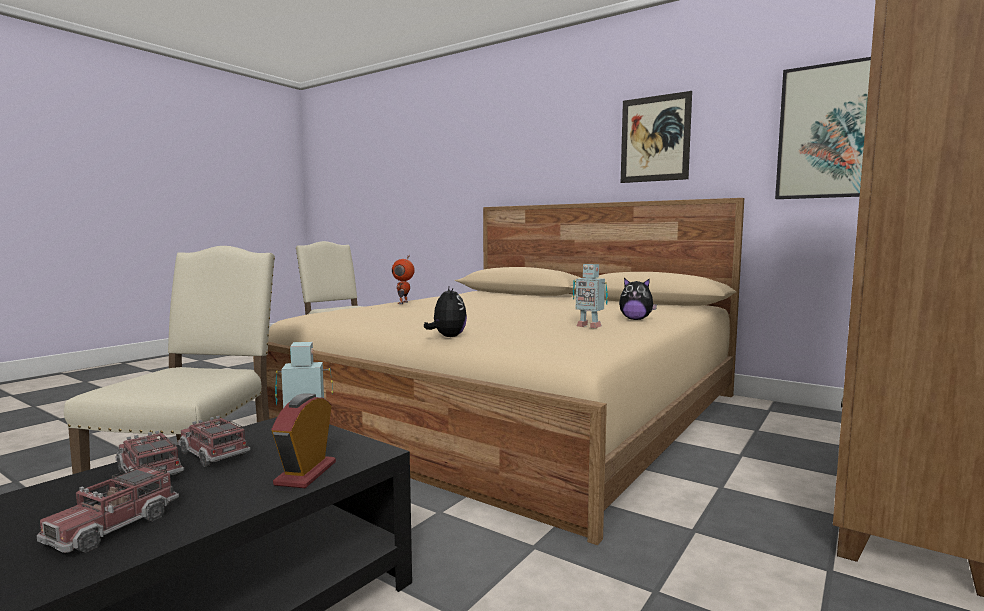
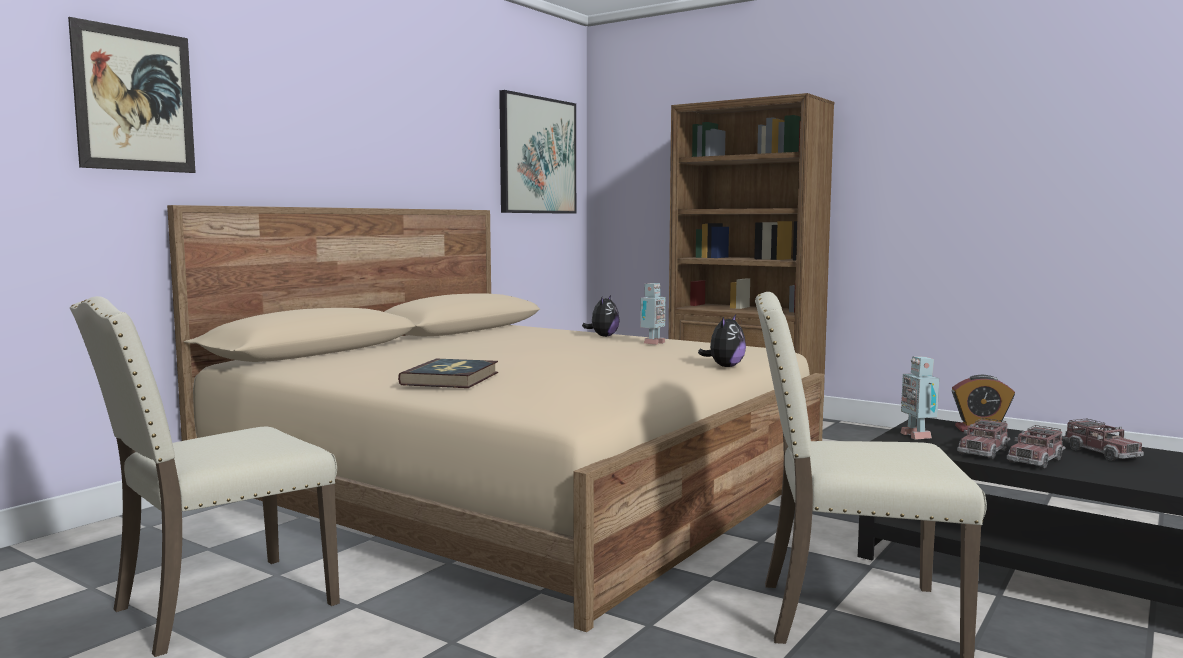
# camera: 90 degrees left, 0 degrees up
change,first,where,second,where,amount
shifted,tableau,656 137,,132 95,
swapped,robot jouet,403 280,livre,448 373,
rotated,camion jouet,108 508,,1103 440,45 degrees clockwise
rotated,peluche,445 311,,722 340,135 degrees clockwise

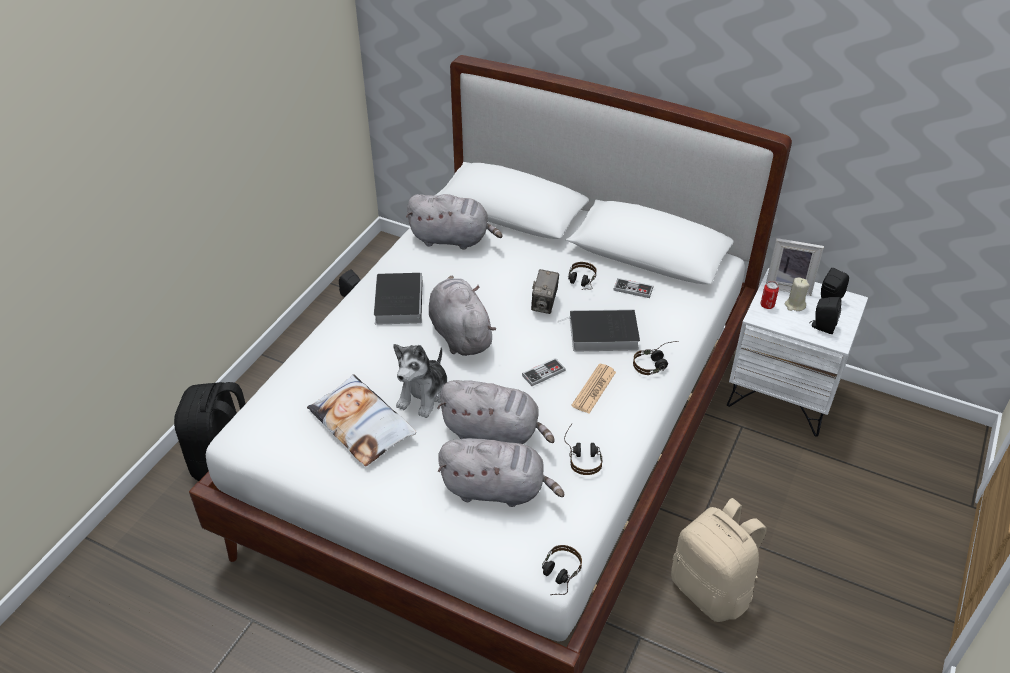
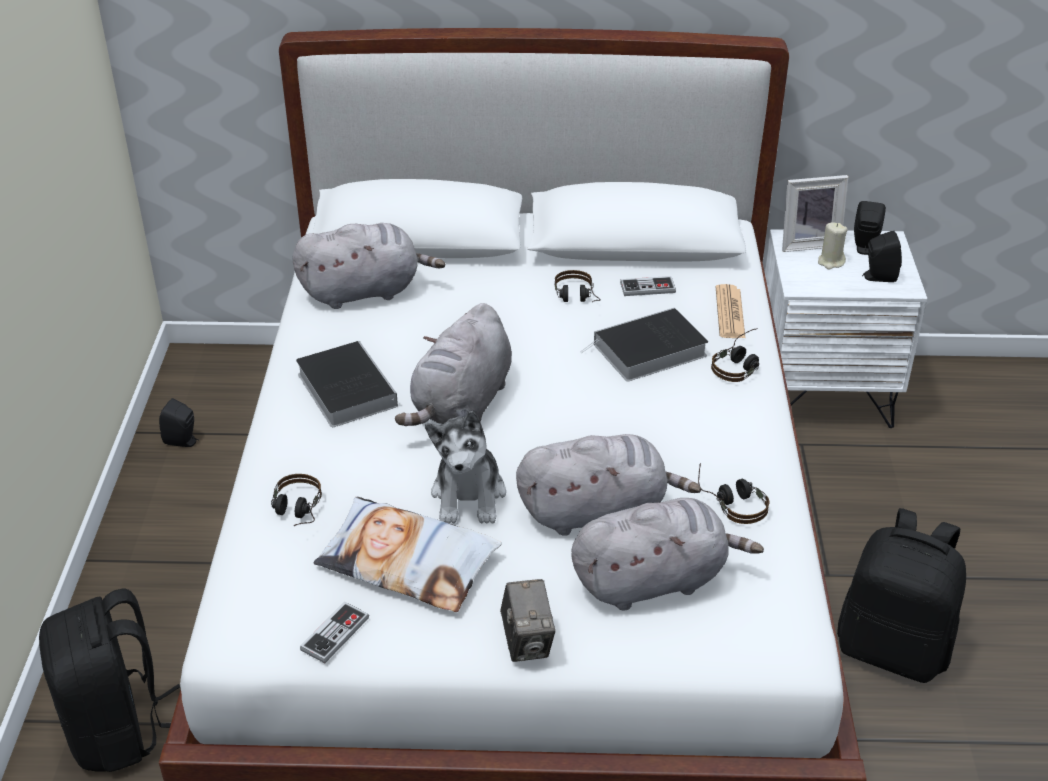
# camera: 25 degrees left, 5 degrees down
change,first,where,second,where,amount
gone,boîte métallique,769 295,,,
shifted,manette,544 372,,334 632,
shifted,appareil photo,545 291,,528 620,
shifted,casque audio,562 570,,296 500,
shifted,journal,593 389,,730 311,
repainted,sac à dos/beige,719 560,sac à dos/noir,901 595,
rotated,peluche/gris,462 316,,453 364,105 degrees counterclockwise

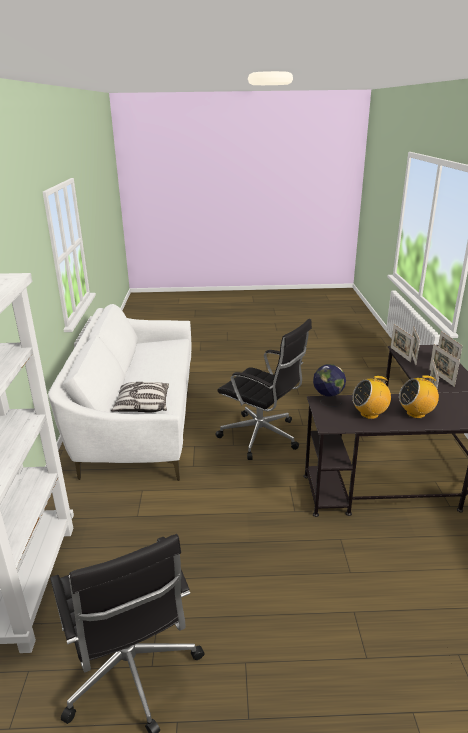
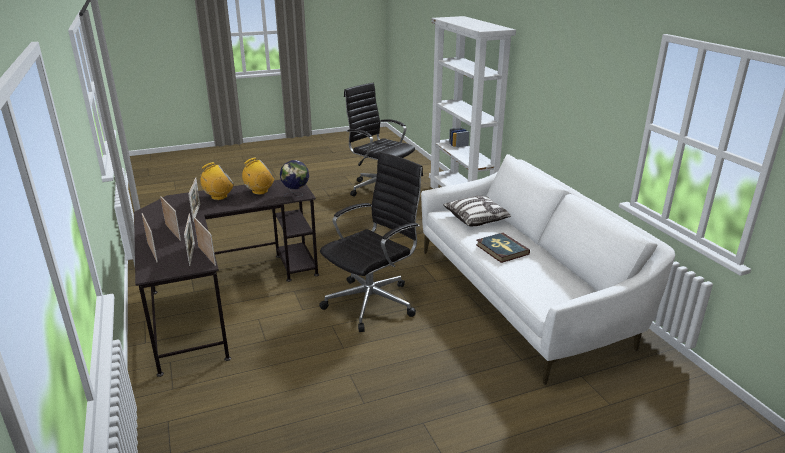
# camera: 160 degrees right, 0 degrees up
change,first,where,second,where,amount
new,,,livre,503 248,
rotated,chaise de bureau/noir,263 389,,371 242,120 degrees clockwise

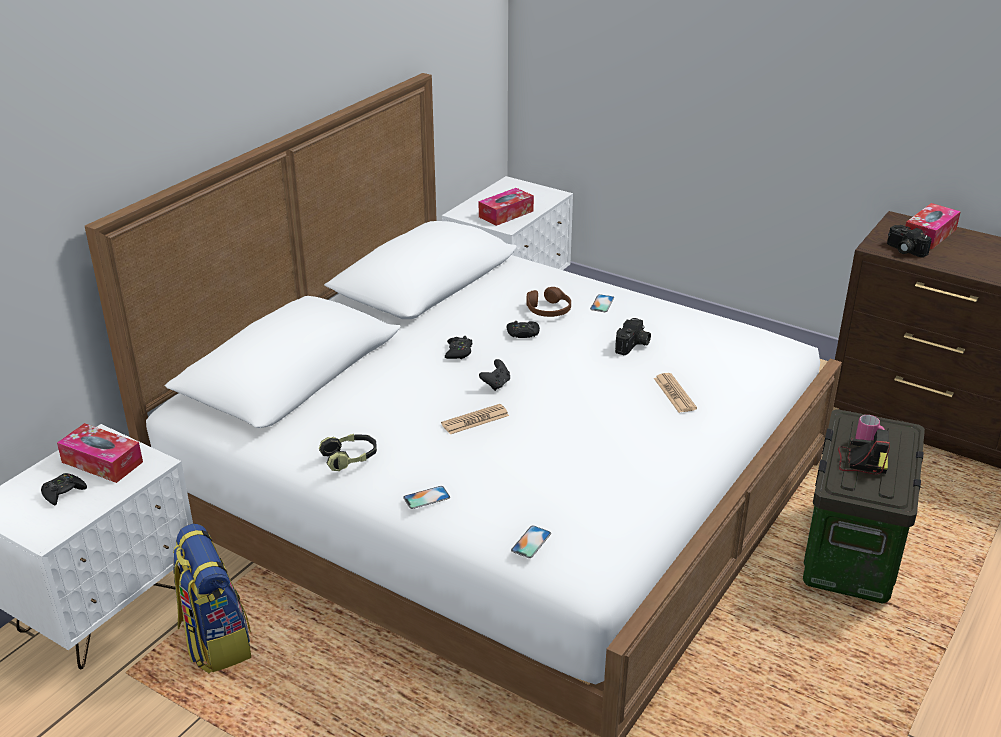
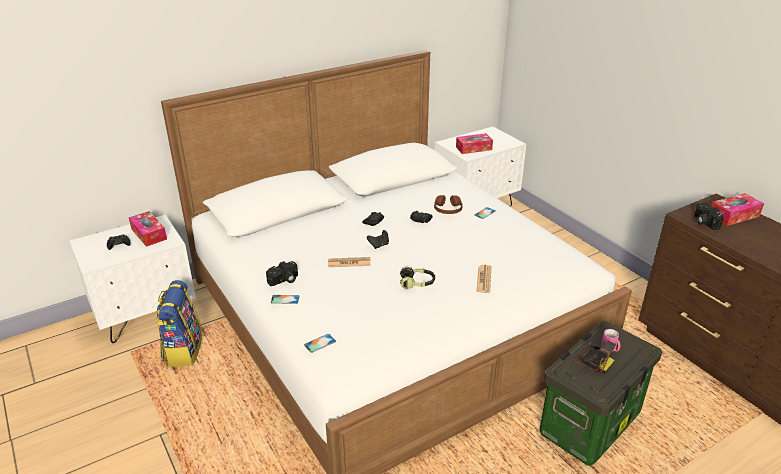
# camera: 25 degrees right, 0 degrees up
change,first,where,second,where,amount
shifted,casque audio,348 452,,417 278,
shifted,appareil photo,633 336,,282 273,

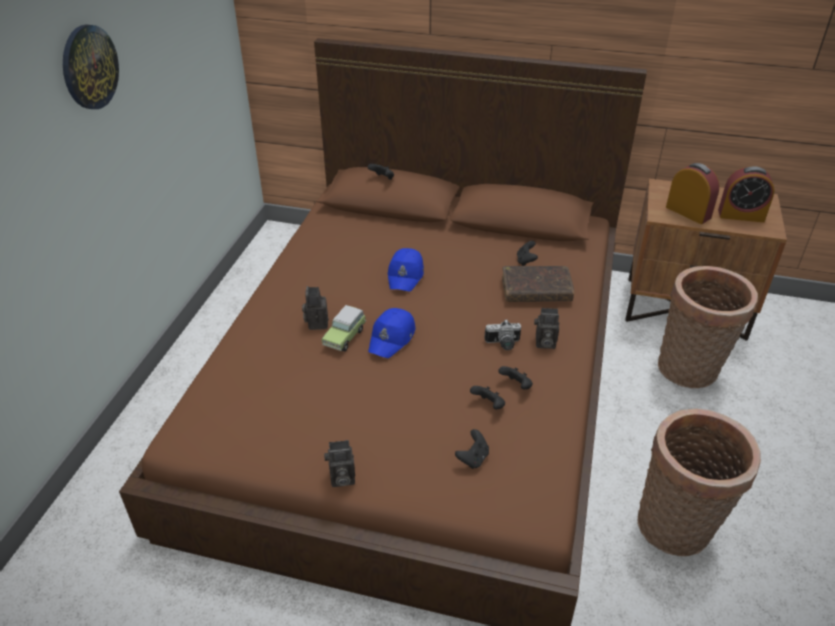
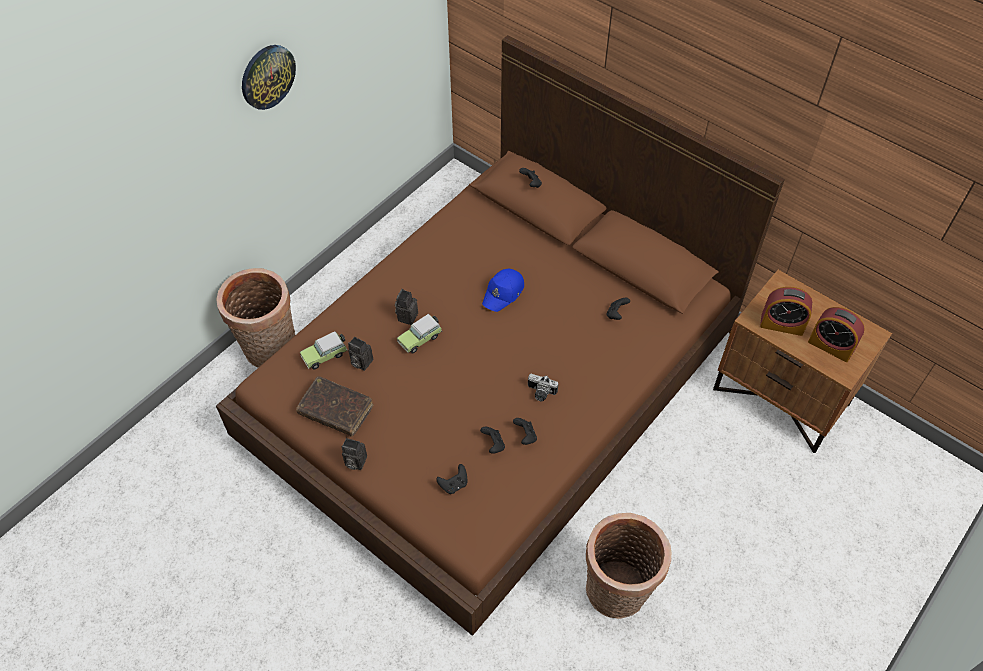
# camera: 25 degrees right, 15 degrees up
change,first,where,second,where,amount
gone,casquette/bleu,392 333,,,
new,,,petite voiture,323 350,
shifted,livre/marron,538 284,,335 406,
shifted,appareil photo,547 328,,360 354,
shifted,panier,708 327,,255 318,
rotated,réveil,693 193,,786 311,120 degrees clockwise

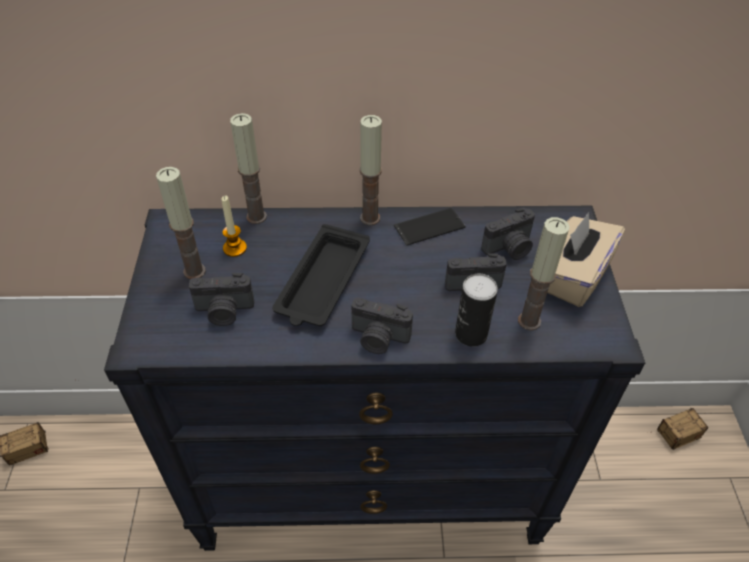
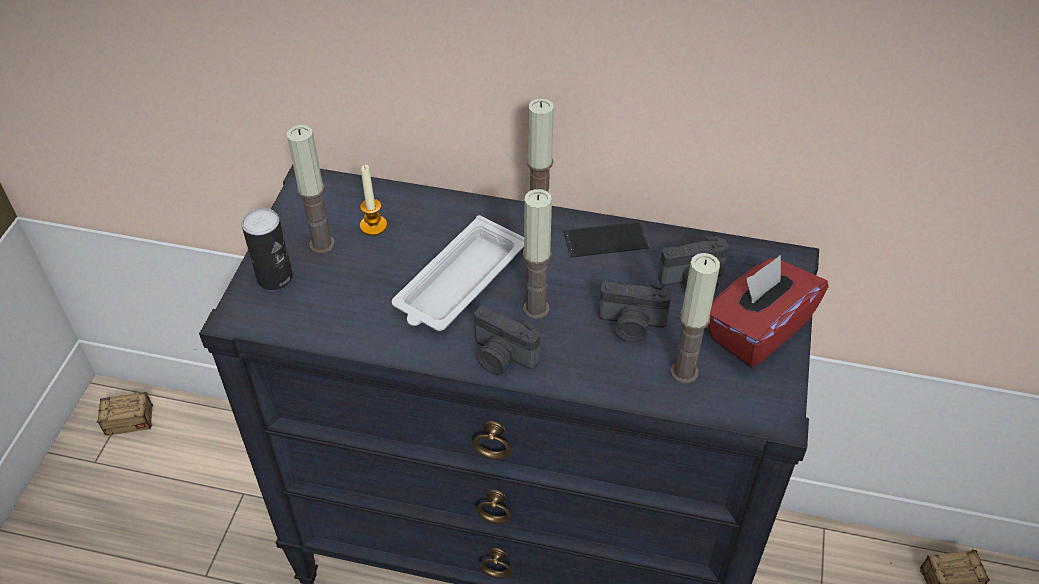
# camera: 15 degrees right, 0 degrees up
change,first,where,second,where,amount
gone,appareil photo,221 299,,,
shifted,bougie,248 168,,537 254,
shifted,boîte métallique,476 310,,267 249,
repainted,plateau/noir,321 275,plateau/blanc,458 273,
repainted,boîte à mouchoirs/beige,586 259,boîte à mouchoirs/rouge,768 311,

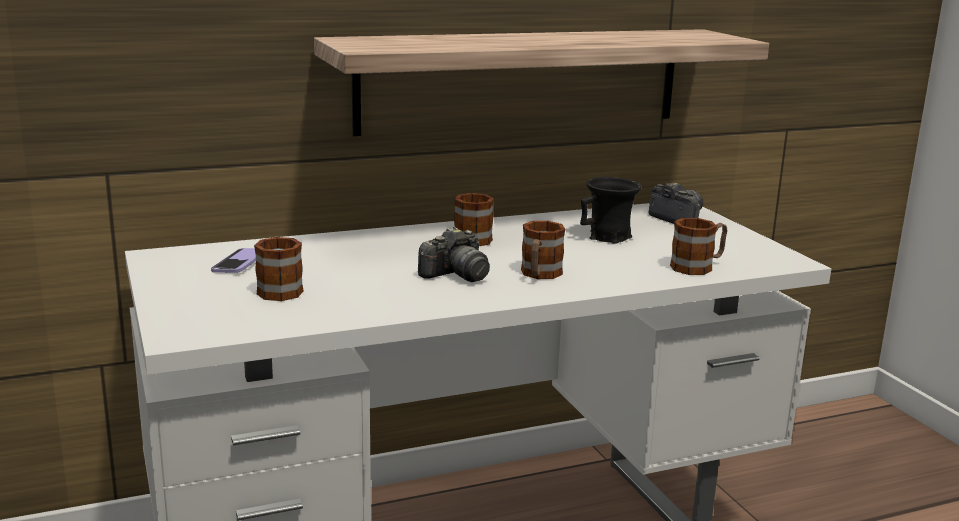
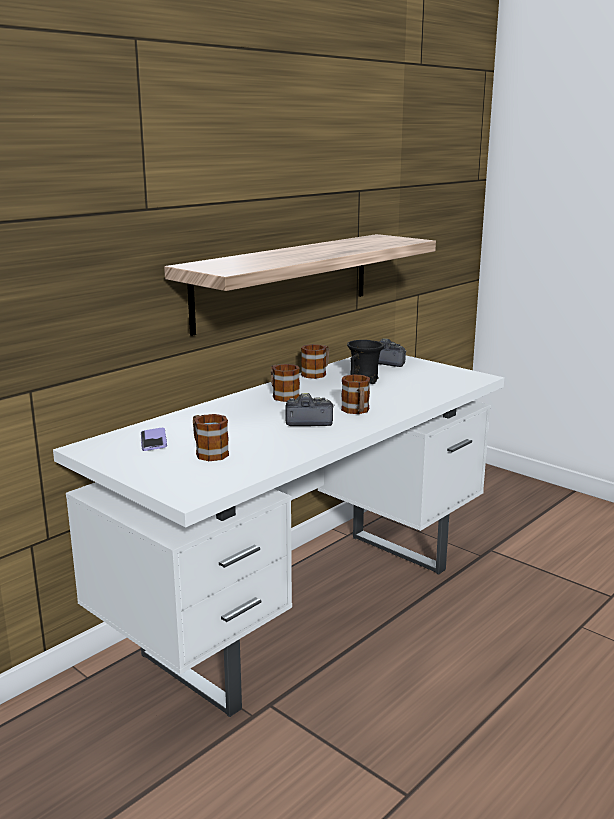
# camera: 25 degrees left, 0 degrees up
change,first,where,second,where,amount
shifted,mug,698 246,,315 361,
rotated,appareil photo,454 254,,309 409,120 degrees counterclockwise

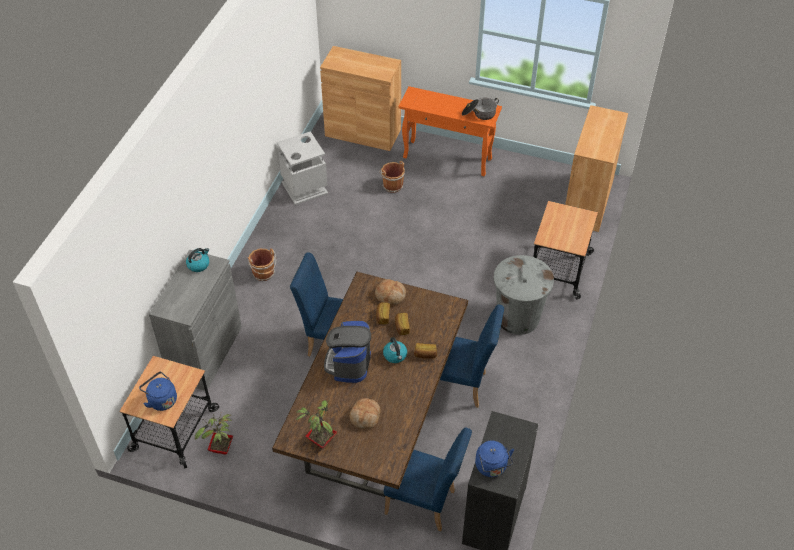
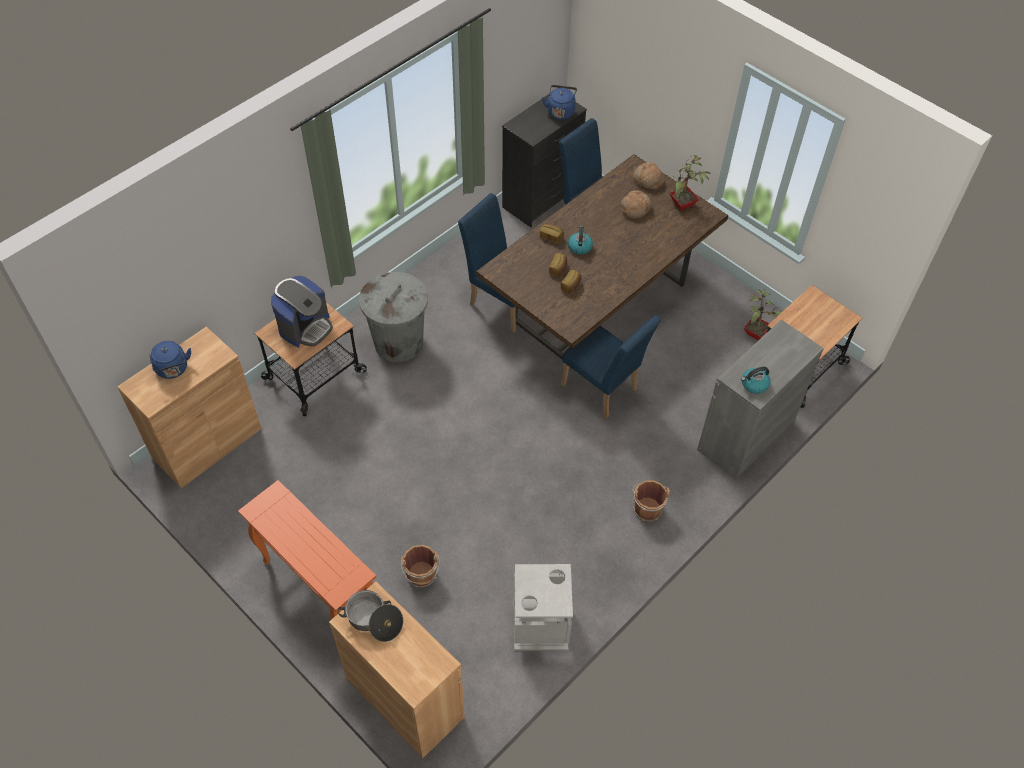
# camera: 155 degrees left, 5 degrees up
change,first,where,second,where,amount
shifted,bouilloire/bleu,158 391,,170 360,
shifted,machine à café,347 352,,302 312,
shifted,pain,390 292,,648 175,
shifted,marmite,480 109,,370 616,

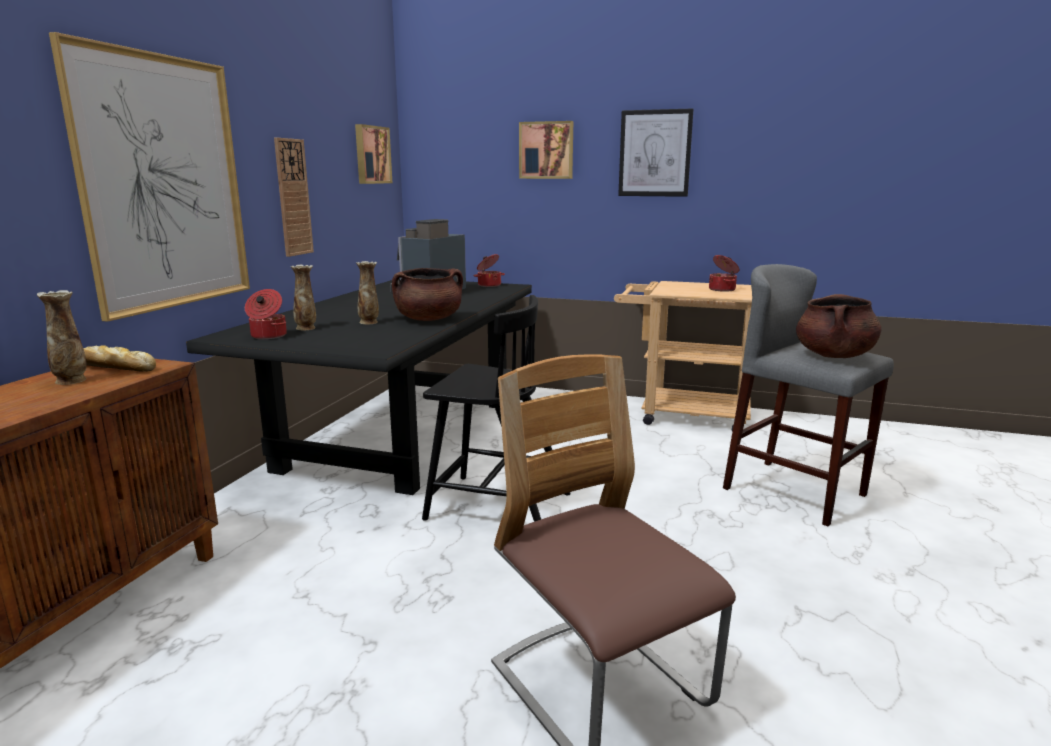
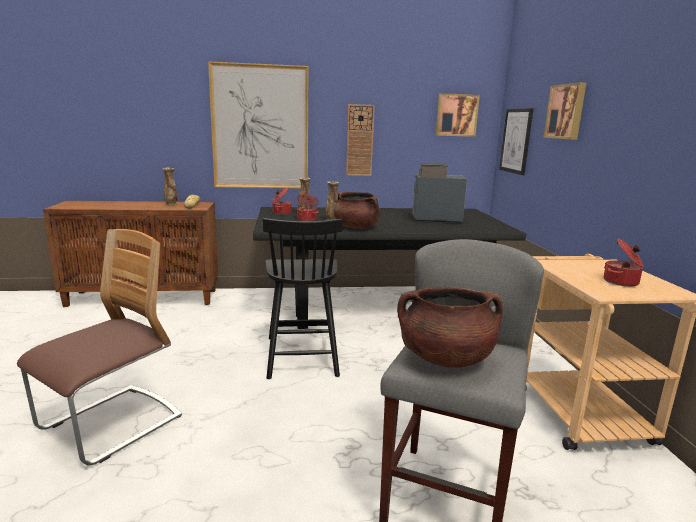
# camera: 65 degrees right, 0 degrees up
change,first,where,second,where,amount
shifted,marmite,489 270,,307 207,
shifted,tableau,656 152,,516 141,

